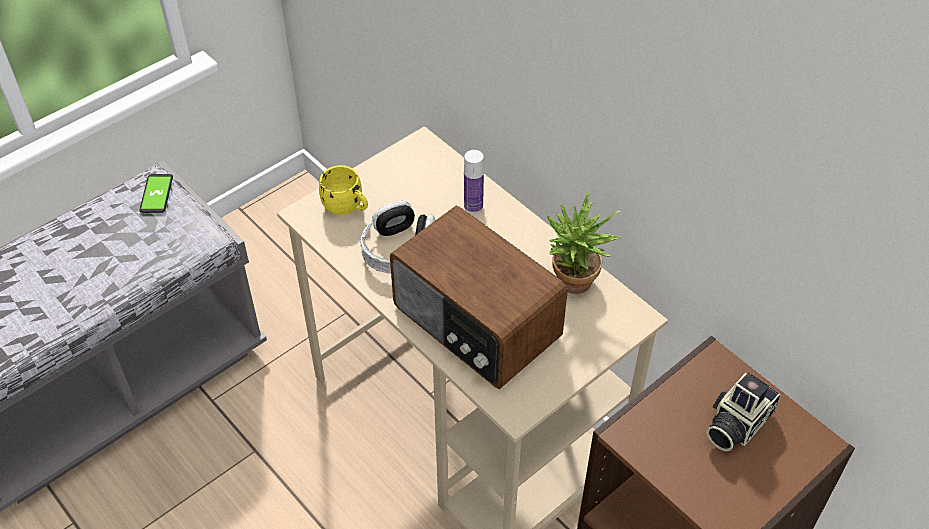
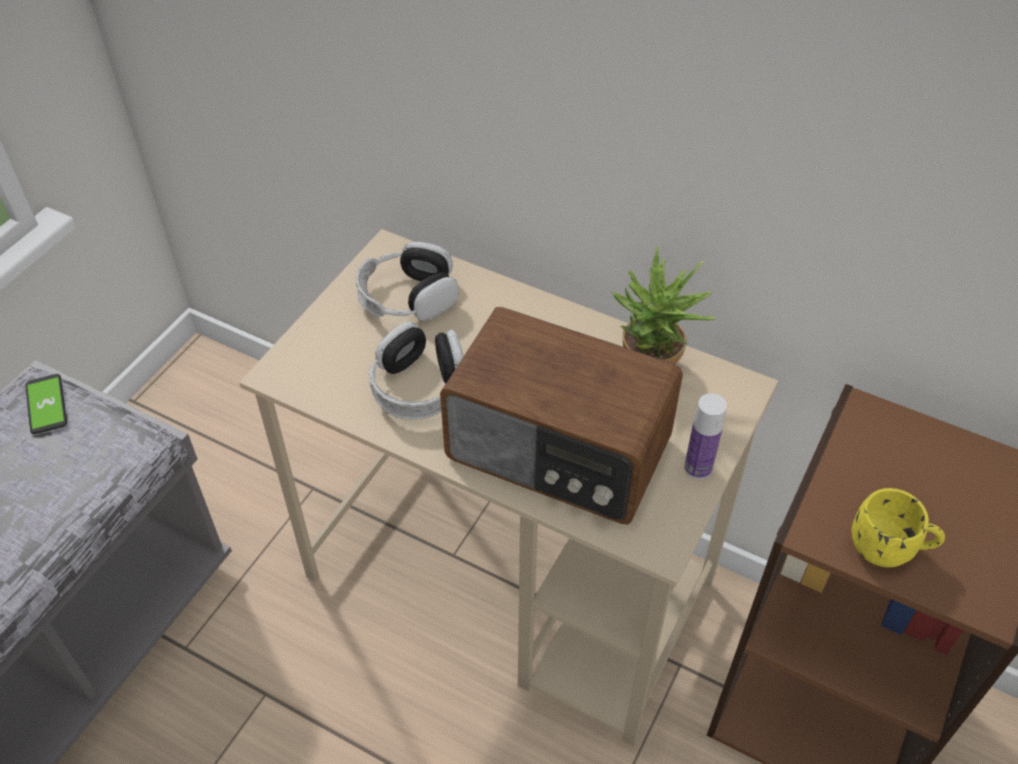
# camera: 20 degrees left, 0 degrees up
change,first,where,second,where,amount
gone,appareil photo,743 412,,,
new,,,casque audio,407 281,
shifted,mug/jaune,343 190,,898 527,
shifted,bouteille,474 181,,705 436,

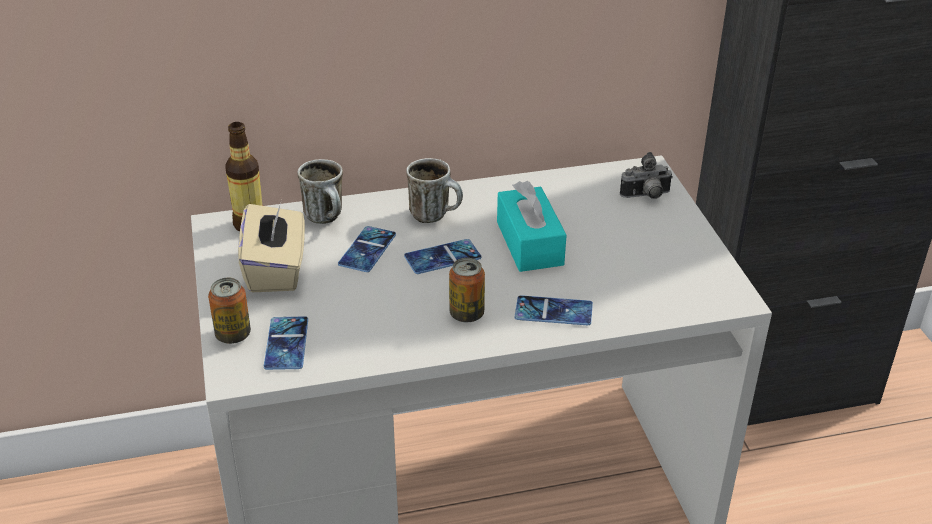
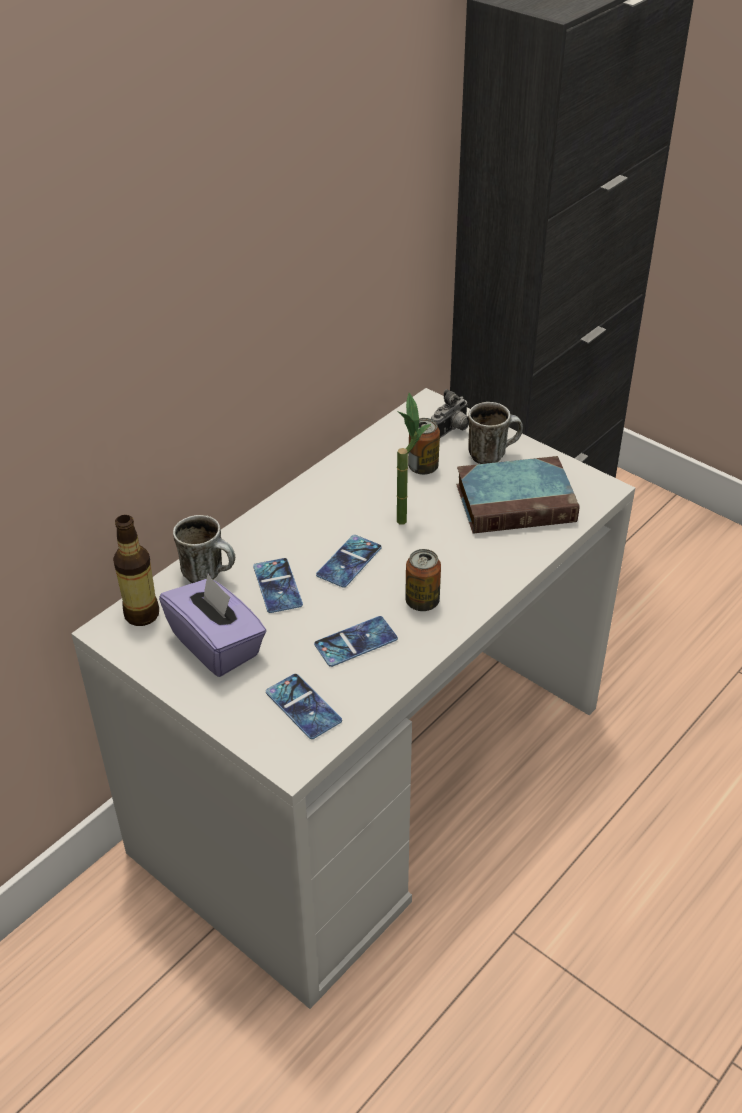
# camera: 35 degrees left, 5 degrees up
change,first,where,second,where,amount
new,,,livre,518 495,
shifted,boîte métallique,229 310,,424 446,
shifted,mug,434 190,,495 433,
shifted,téléphone,554 310,,356 641,
swapped,boîte à mouchoirs/turquoise,532 226,plante en pot,414 459,
repainted,boîte à mouchoirs/beige,271 246,boîte à mouchoirs/violet,213 625,

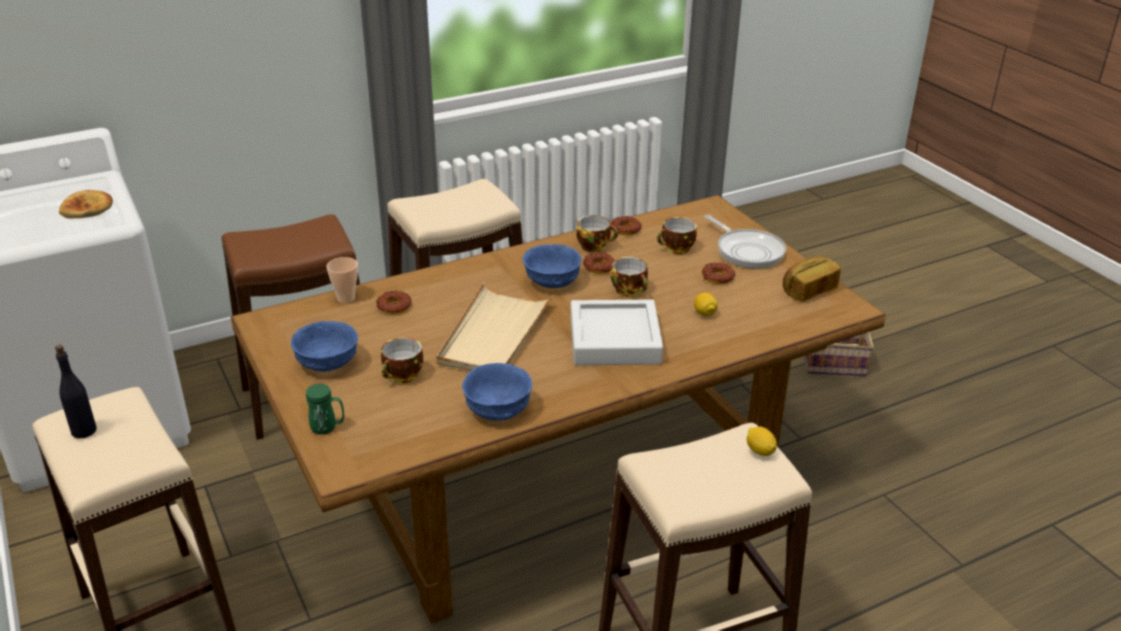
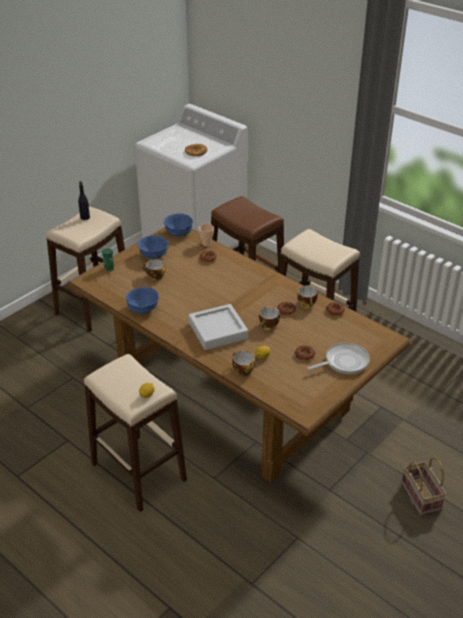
# camera: 70 degrees right, 5 degrees up
change,first,where,second,where,amount
gone,plateau/beige,494 326,,,
gone,pain,812 279,,,
shifted,bol/bleu,552 266,,178 225,
shifted,tasse,677 235,,243 363,
rotated,poêle,745 242,,338 358,150 degrees counterclockwise

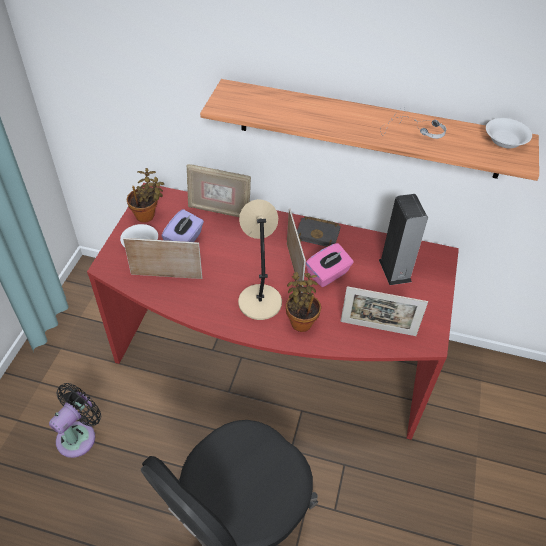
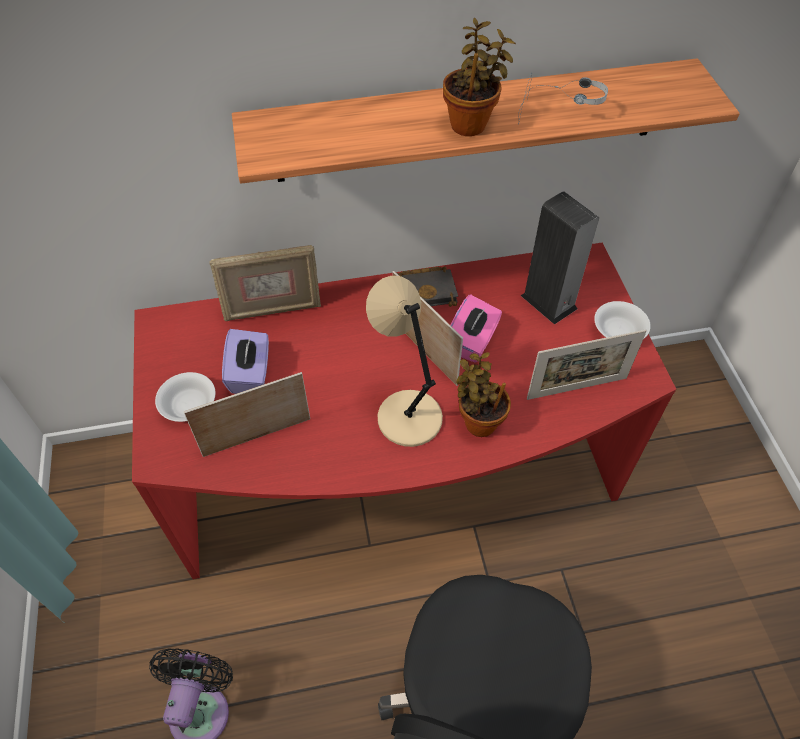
# camera: 25 degrees left, 5 degrees up
change,first,where,second,where,amount
shifted,plante en pot,145 195,,479 77,
shifted,bol/blanc,509 133,,622 319,

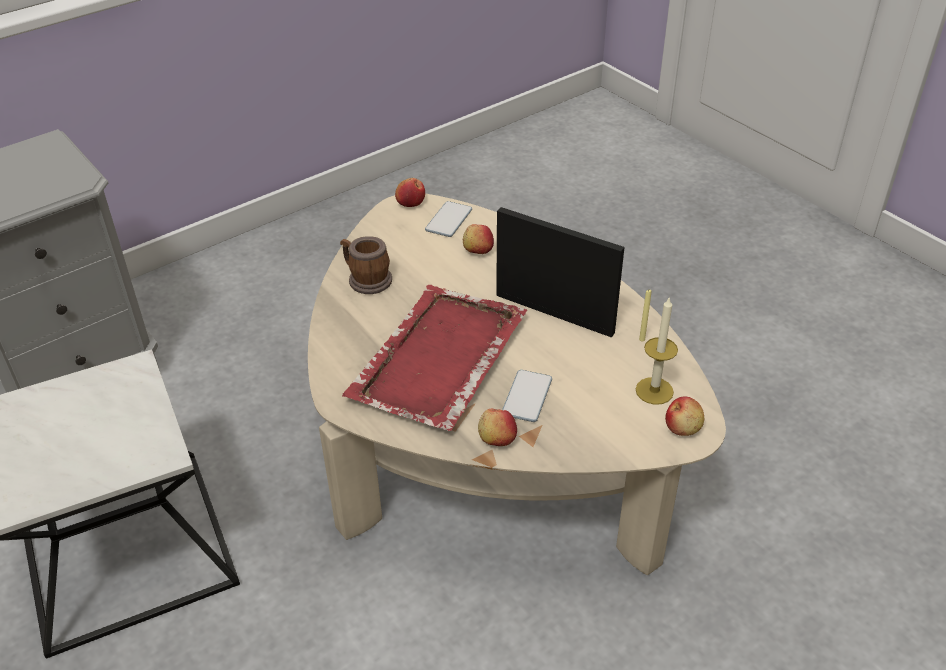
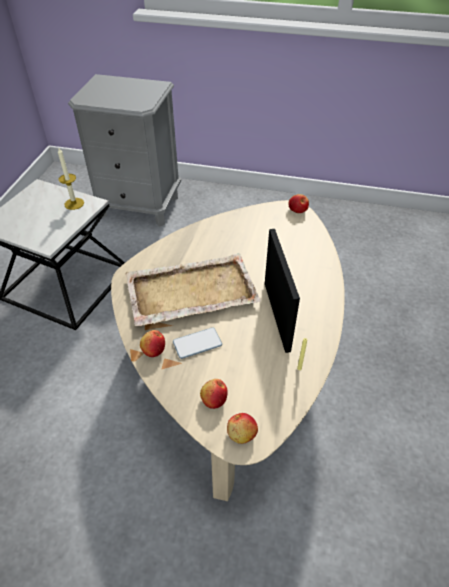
# camera: 50 degrees right, 5 degrees up
change,first,where,second,where,amount
gone,mug,366 265,,,
gone,téléphone,448 219,,,
shifted,pomme,478 239,,214 394,
shifted,bougie,657 350,,71 179,
repainted,plateau/rouge,434 358,plateau/beige,193 290,

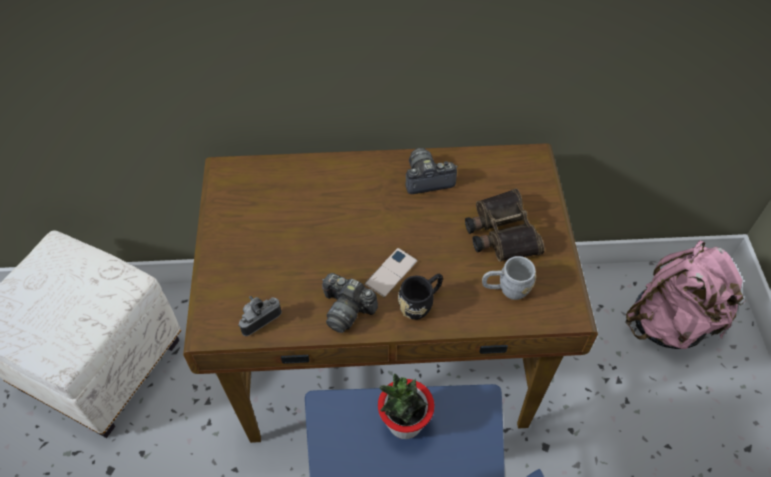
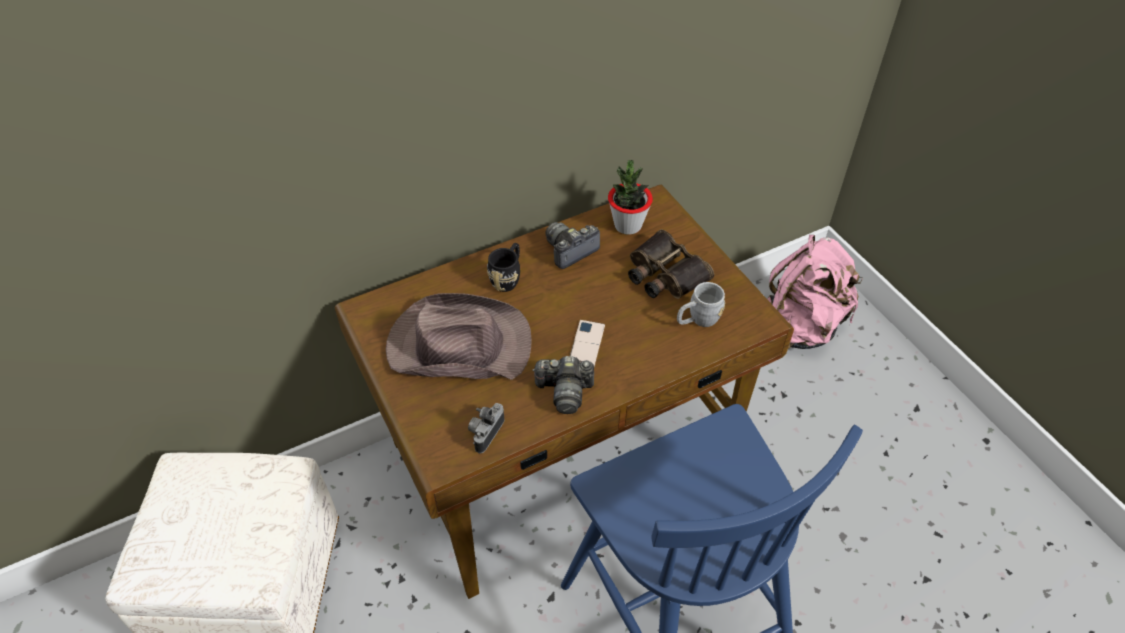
# camera: 25 degrees left, 5 degrees down
change,first,where,second,where,amount
new,,,chapeau/marron,458 336,
shifted,plante en pot,406 406,,630 197,
shifted,mug/noir,420 297,,503 267,

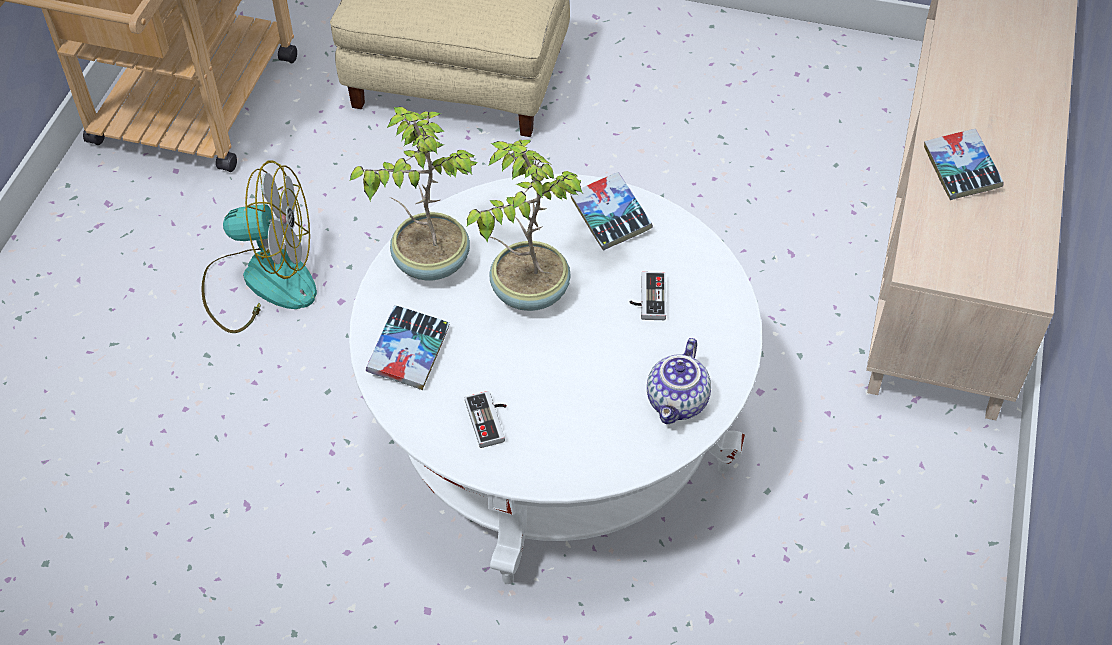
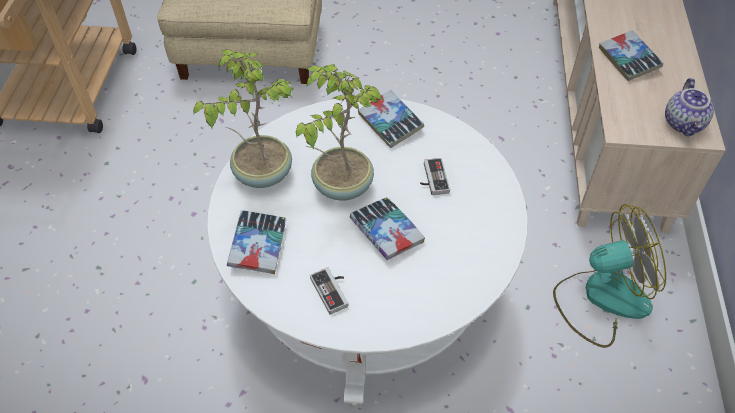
# camera: 10 degrees left, 0 degrees up
change,first,where,second,where,amount
new,,,livre,387 228,
shifted,ventilateur,259 246,,609 276,
shifted,théière,679 381,,689 107,

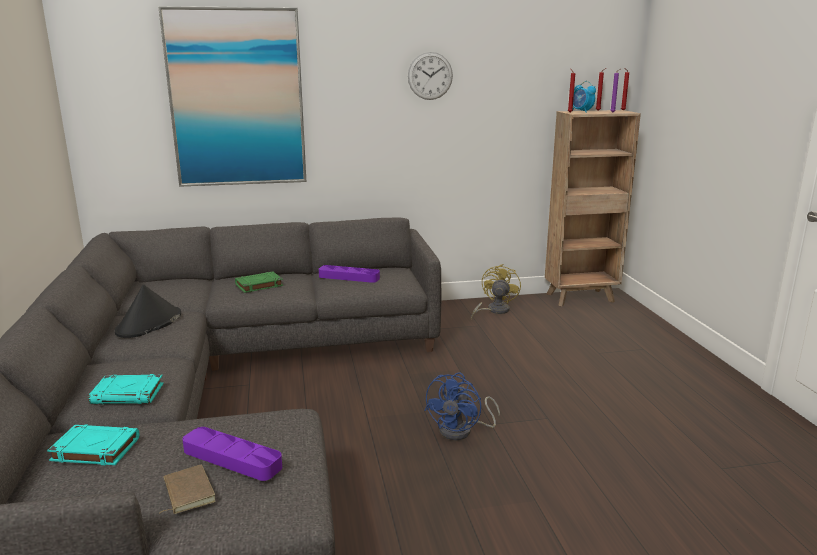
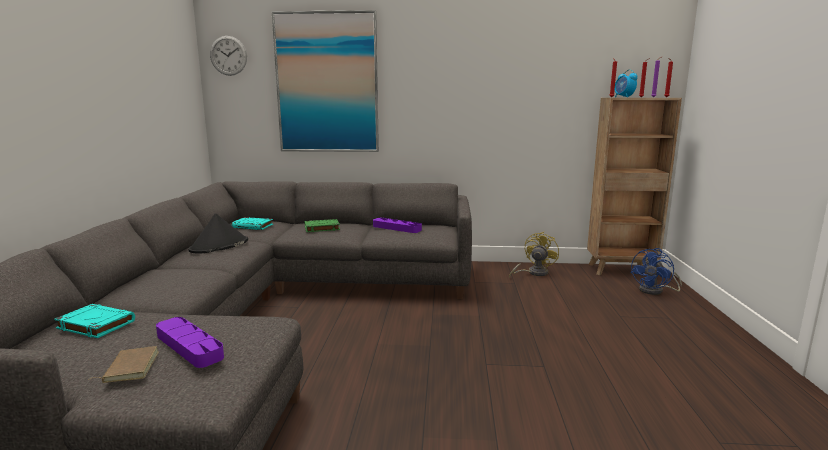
# camera: 15 degrees right, 5 degrees down
change,first,where,second,where,amount
shifted,livre/turquoise,126 389,,252 223,
shifted,horloge murale,430 76,,228 56,
shifted,ventilateur/bleu,462 406,,656 271,

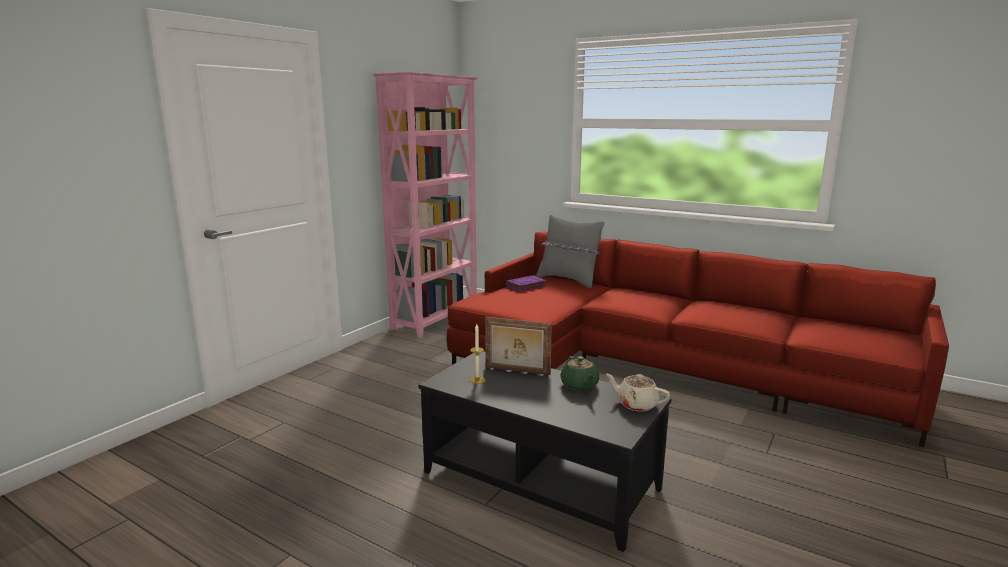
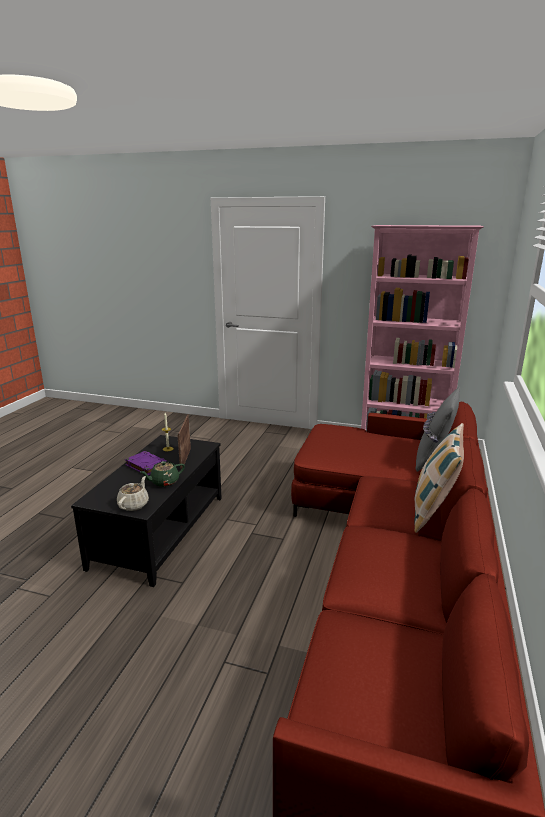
# camera: 75 degrees right, 5 degrees up
change,first,where,second,where,amount
new,,,coussin,439 478,
shifted,livre/violet,526 283,,146 463,

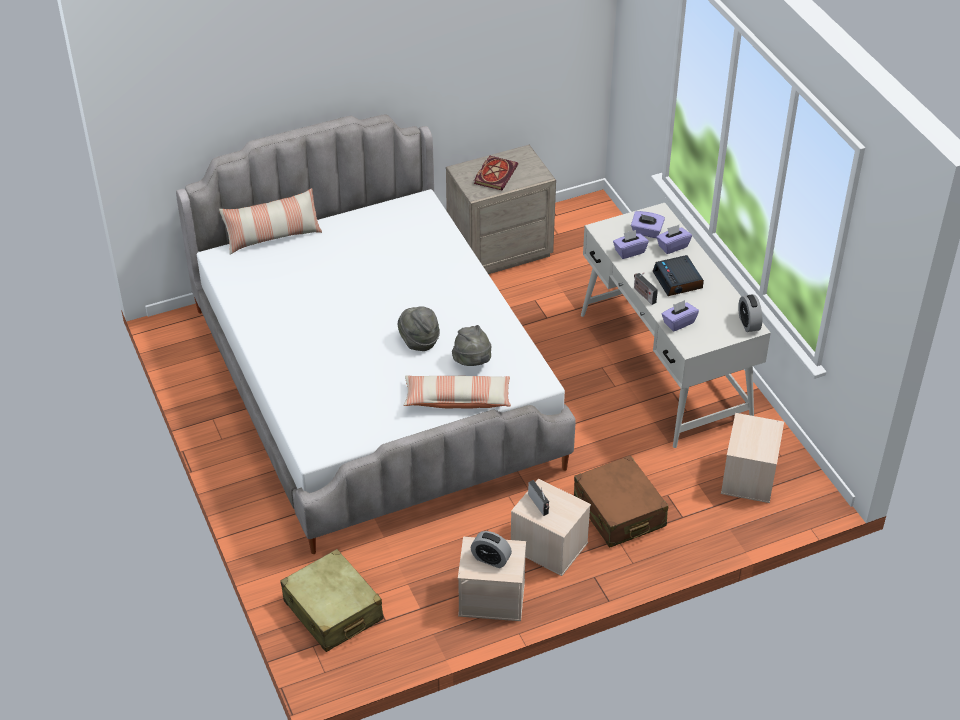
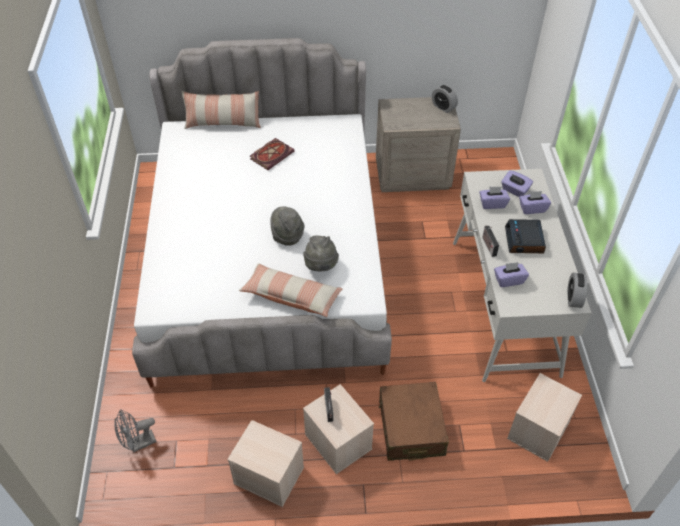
# camera: 20 degrees right, 5 degrees up
change,first,where,second,where,amount
shifted,réveil,491 549,,445 99,
shifted,livre,496 173,,272 154,
swapped,valise/beige,332 600,ventilateur/gris,135 430,

